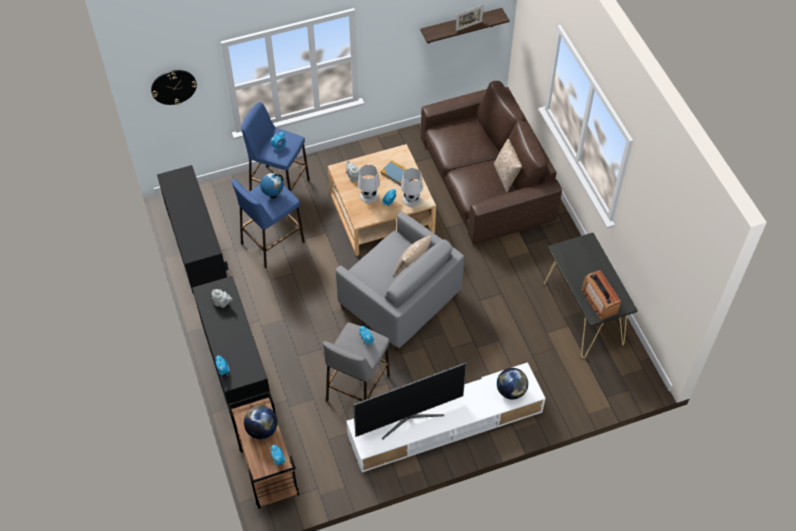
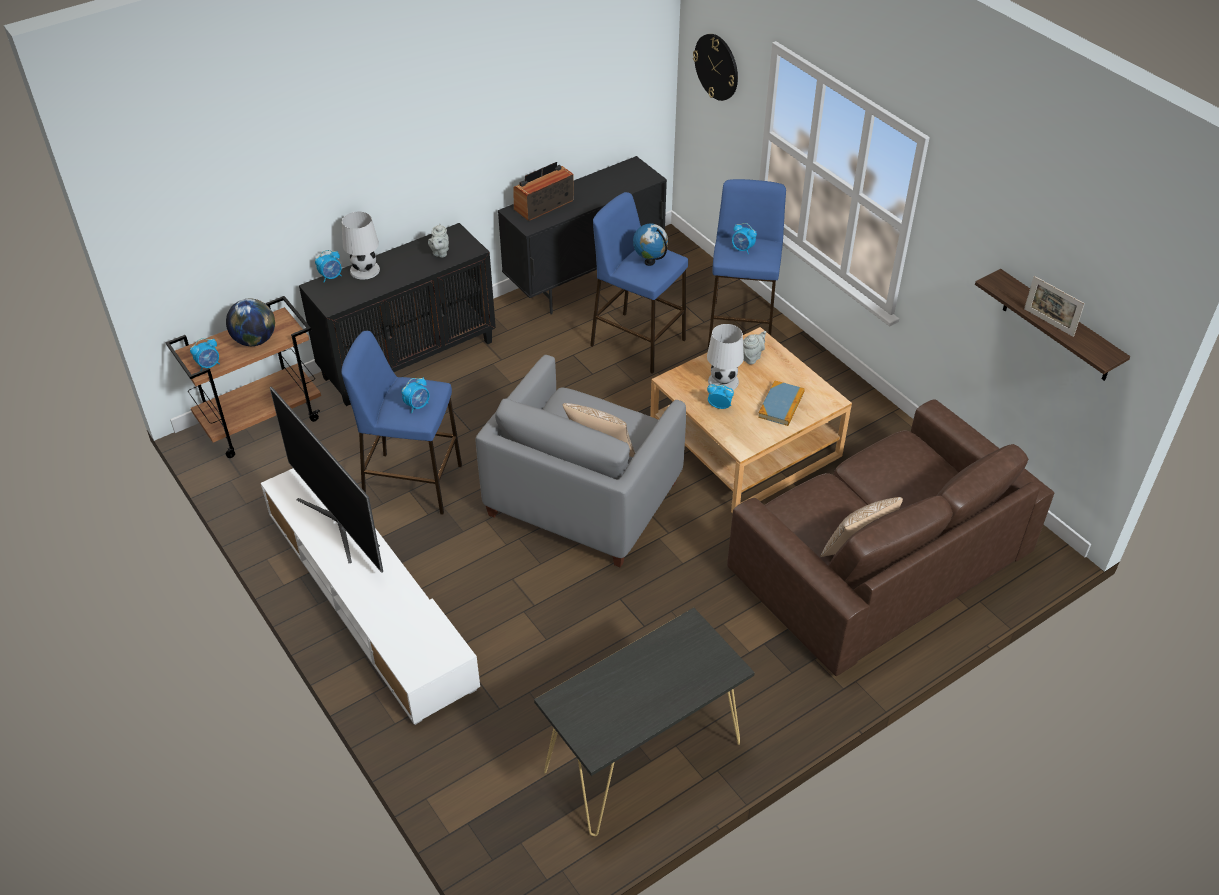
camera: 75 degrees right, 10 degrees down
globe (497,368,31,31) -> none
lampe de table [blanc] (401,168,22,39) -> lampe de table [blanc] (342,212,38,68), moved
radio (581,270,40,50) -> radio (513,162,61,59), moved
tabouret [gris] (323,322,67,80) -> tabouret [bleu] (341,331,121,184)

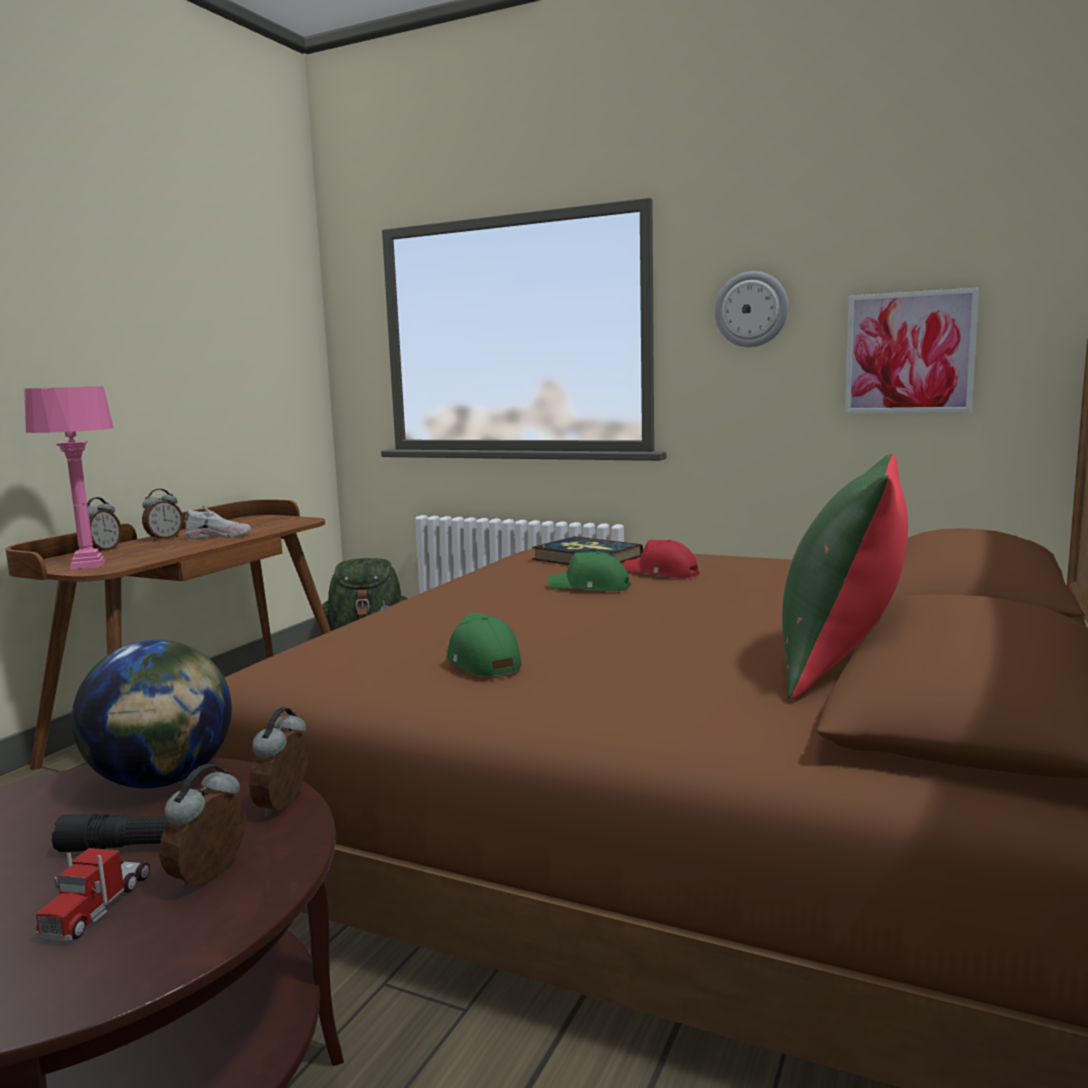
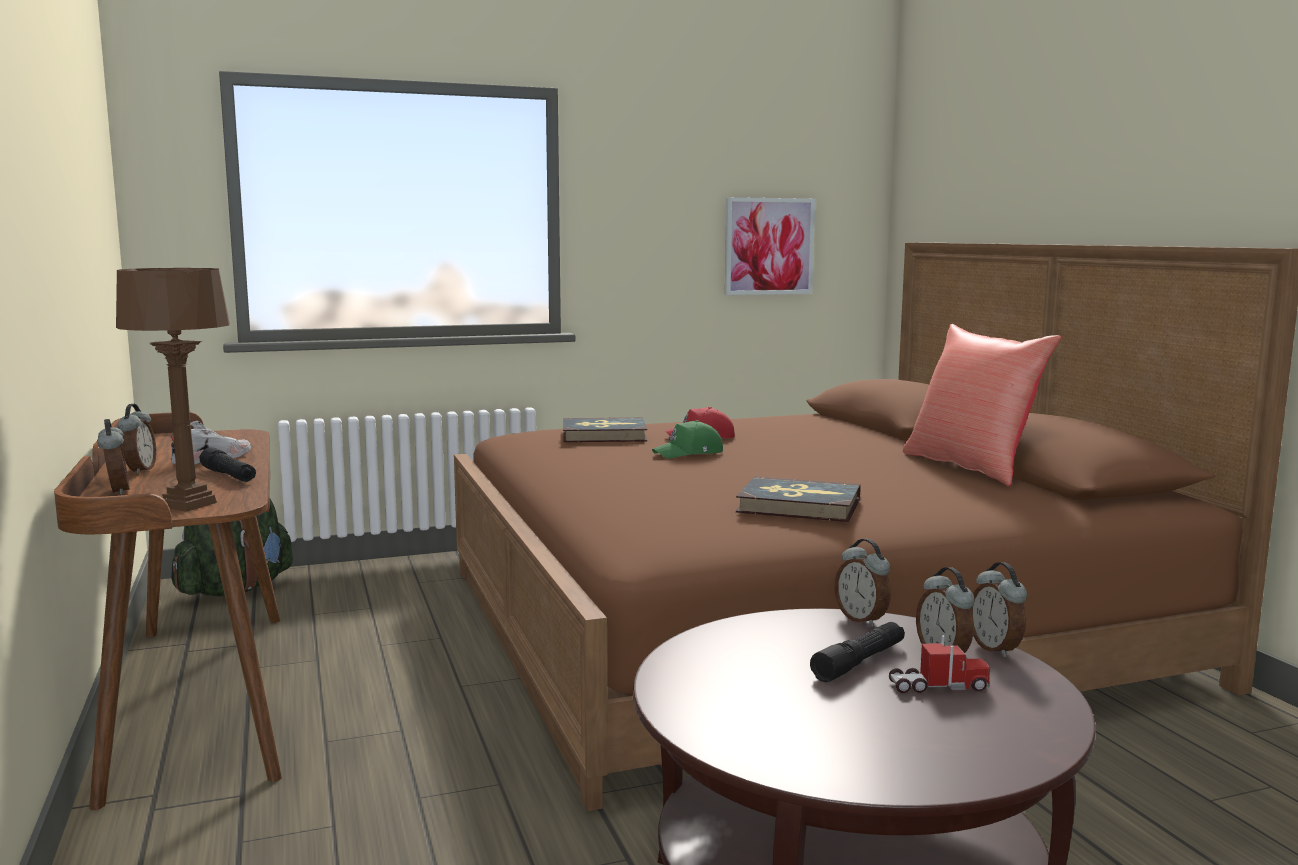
camera: 45 degrees left, 0 degrees up
globe (72,640,160,148) -> none
horloge murale (715,271,73,76) -> none
none -> lampe de poche [noir] (200,447,56,35)
none -> réveil (971,562,56,96)
casquette [vert] (447,613,75,63) -> livre (736,476,125,46)
lampe de table [rose] (24,386,90,184) -> lampe de table [marron] (116,268,114,244)
coussin [vert] (782,453,126,247) -> coussin [rouge] (903,324,158,162)
camion jouet (36,848,114,94) -> camion jouet (889,635,101,58), 60 degrees counterclockwise

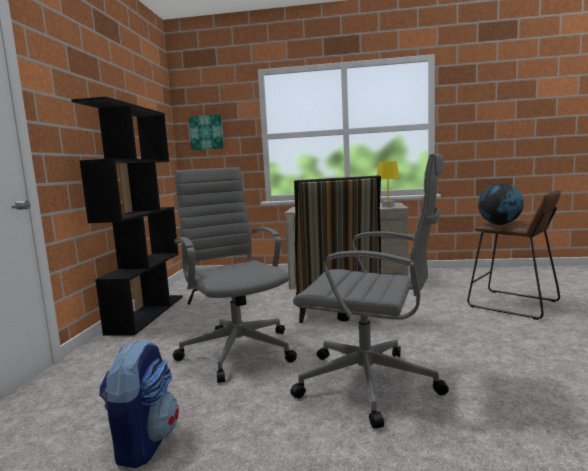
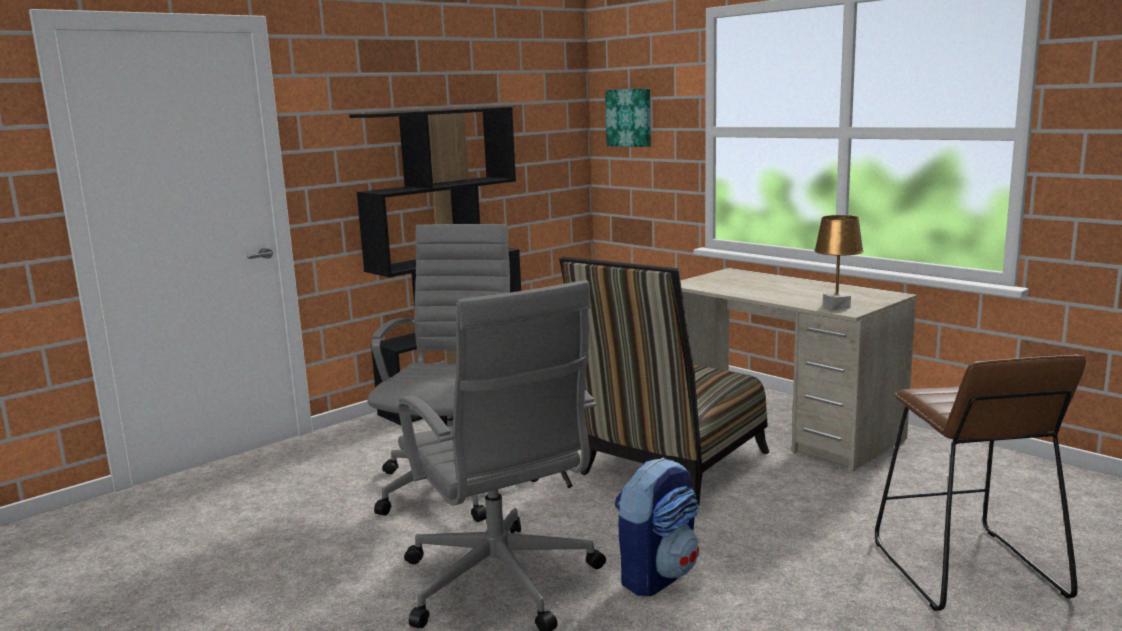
camera: 40 degrees right, 5 degrees up
globe (478,183,46,42) -> none
sac à dos (99,340,80,128) -> sac à dos (615,458,84,138), moved
lampe de table [jaune] (377,161,23,47) -> lampe de table [marron] (814,215,49,95)

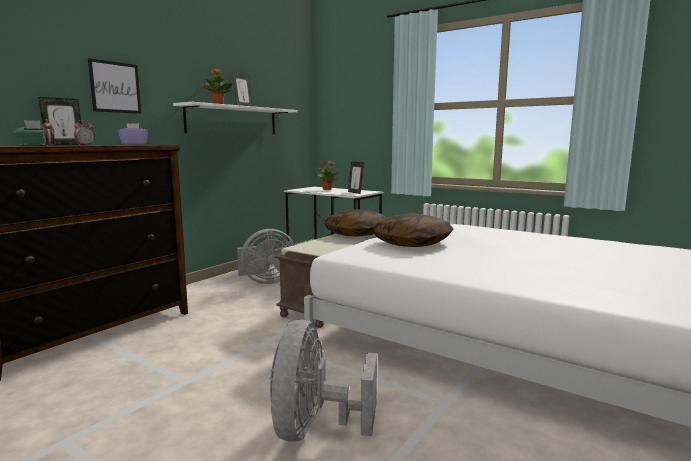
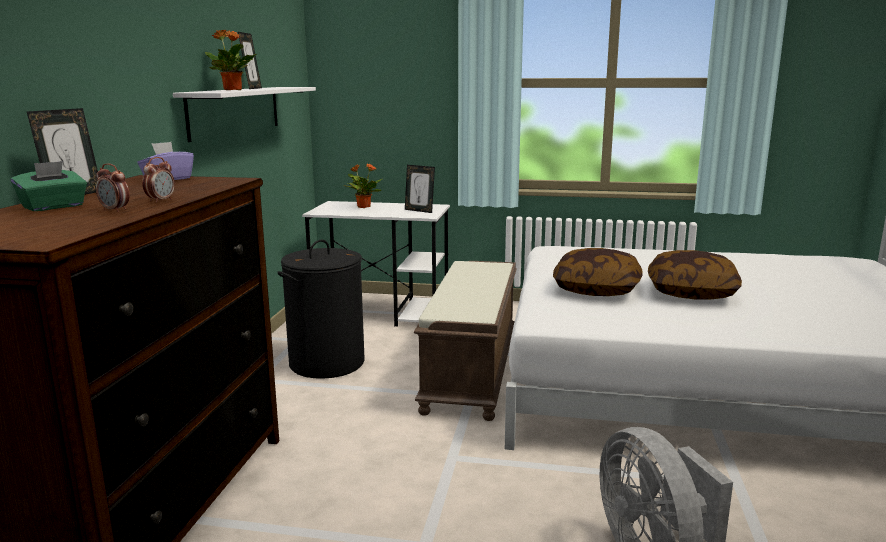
camera: 25 degrees left, 5 degrees up
tableau (88,58,53,56) -> none
coussin (324,209,63,28) -> coussin (648,250,94,49), moved
ventilateur [gris] (237,229,58,55) -> panier à linge [noir] (277,240,88,139)

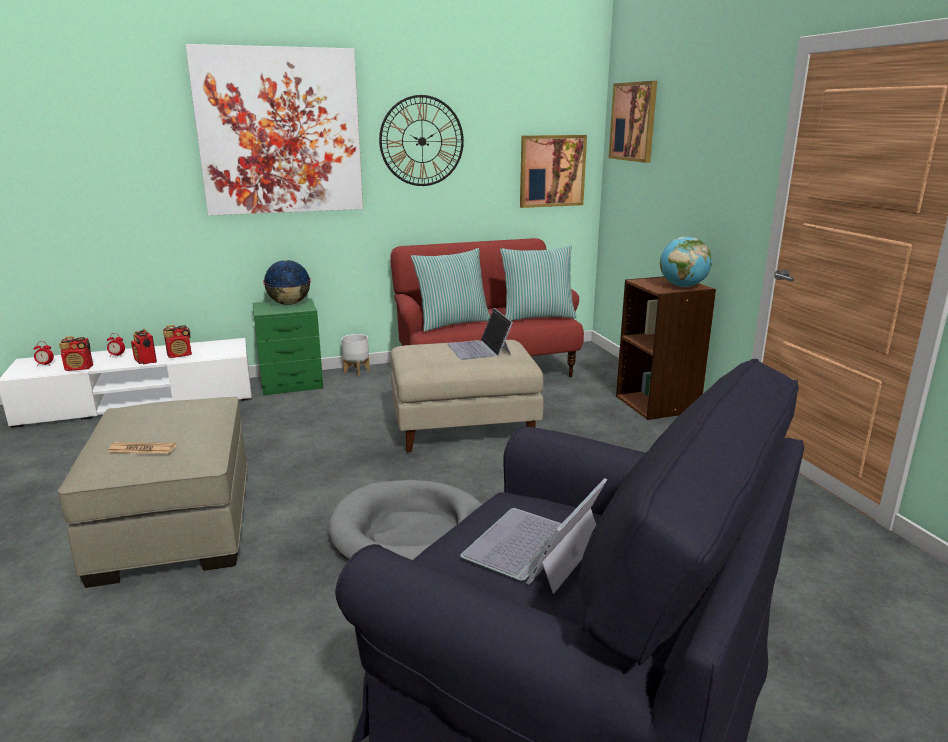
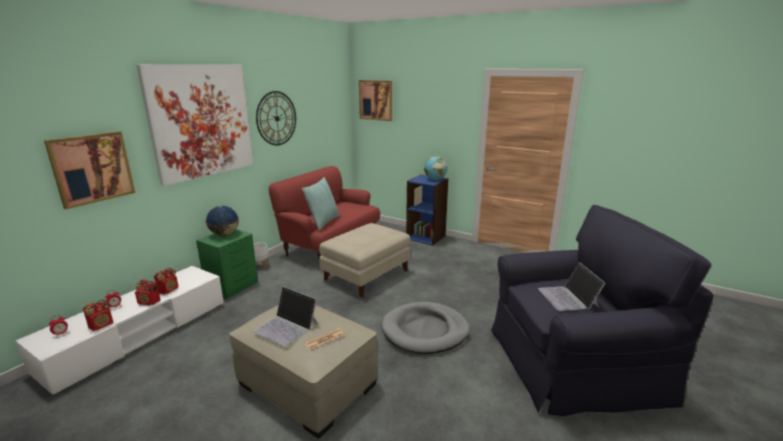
camera: 40 degrees left, 0 degrees up
coussin (500,245,77,76) -> none
ordinateur portable (447,308,66,52) -> ordinateur portable (253,286,64,61), moved
tableau (520,135,67,73) -> tableau (44,131,91,78), moved
bibliothèque [marron] (616,276,100,144) -> bibliothèque [bleu] (406,175,42,71)

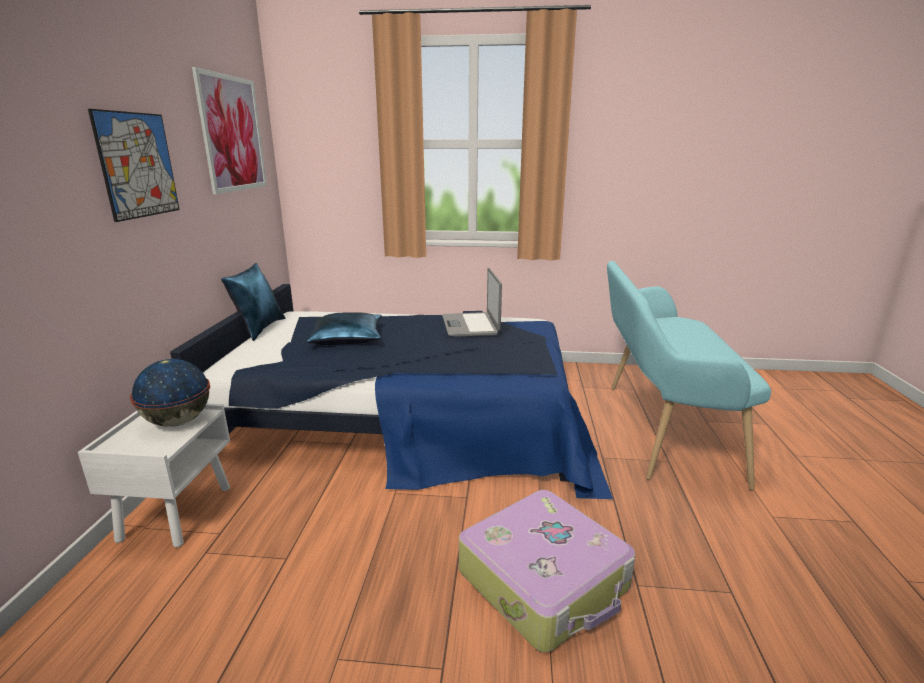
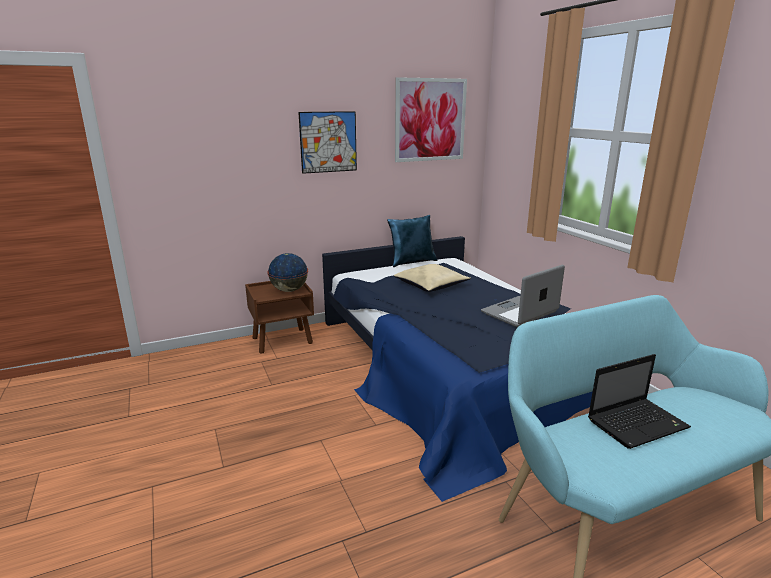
camera: 60 degrees right, 0 degrees up
valise (459,490,176,163) -> none
none -> ordinateur portable (588,354,103,95)
table de chevet [blanc] (78,404,152,143) -> table de chevet [marron] (245,281,69,73)
coussin [bleu] (307,312,75,33) -> coussin [beige] (394,264,77,28)

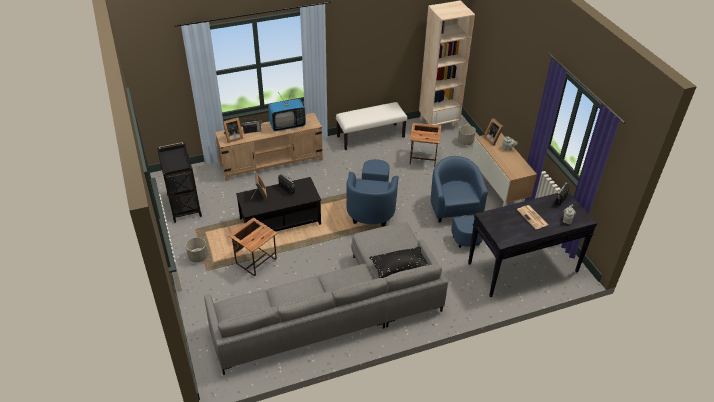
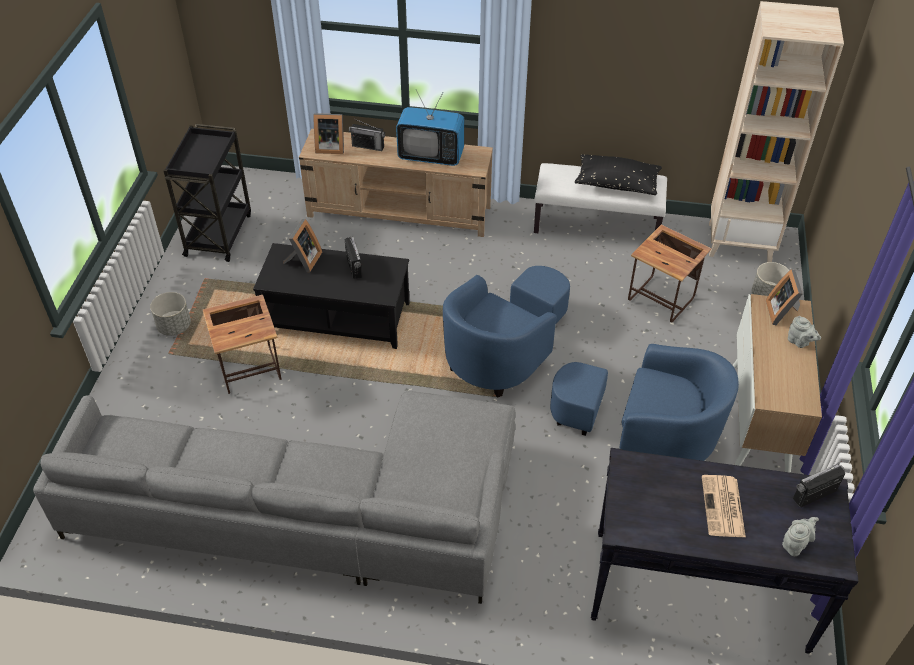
camera: 30 degrees right, 5 degrees up
coussin [noir] (370,247,58,31) -> coussin [noir] (575,154,87,41), moved
fauteuil [bleu] (431,156,57,92) -> fauteuil [bleu] (550,344,189,117), 90 degrees clockwise

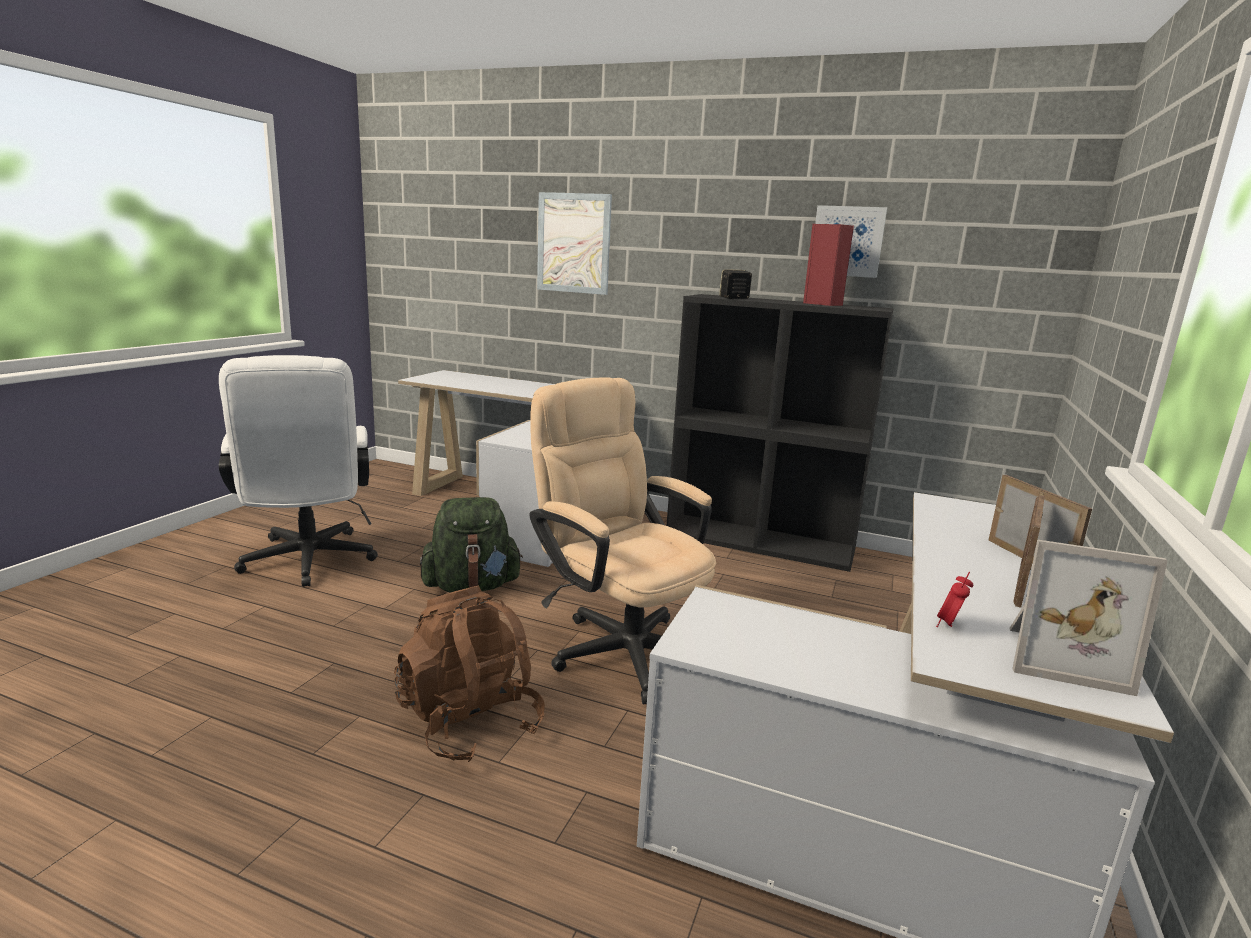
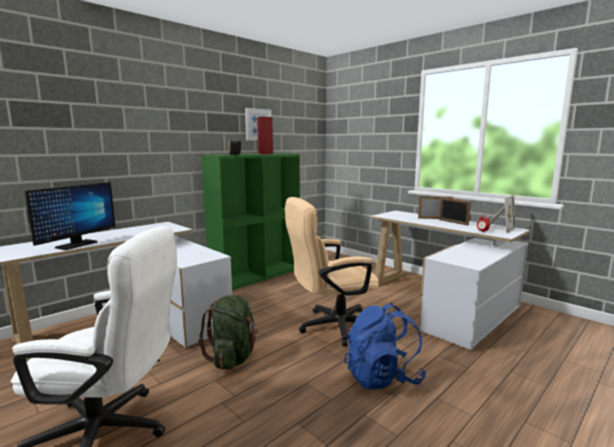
camera: 65 degrees left, 5 degrees down
tableau (537,192,75,103) -> none
none -> écran d'ordinateur (25,182,90,68)
sac à dos [marron] (394,585,151,177) -> sac à dos [bleu] (344,303,82,87)
bibliothèque [noir] (667,294,227,278) -> bibliothèque [vert] (201,153,99,137)

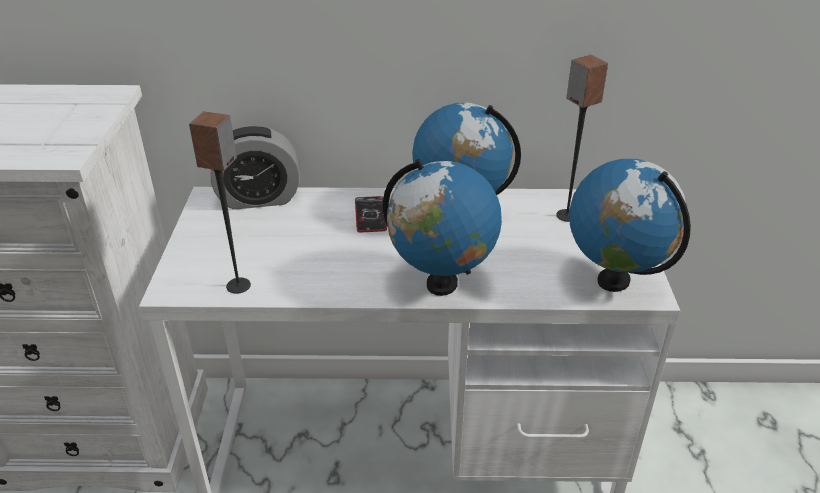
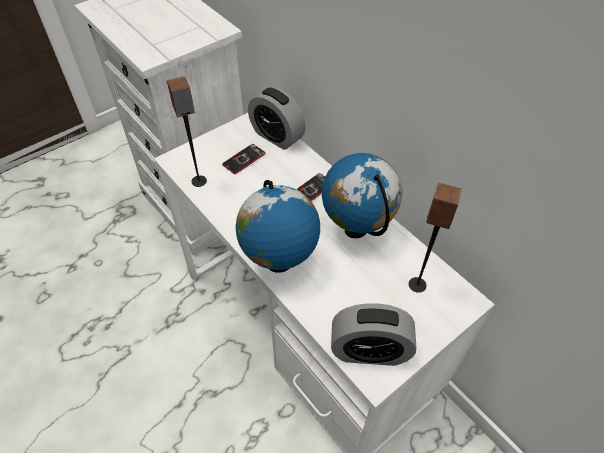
camera: 50 degrees right, 15 degrees up
none -> téléphone (222,144,43,30)
globe (569,159,122,133) -> réveil (331,303,85,63)

